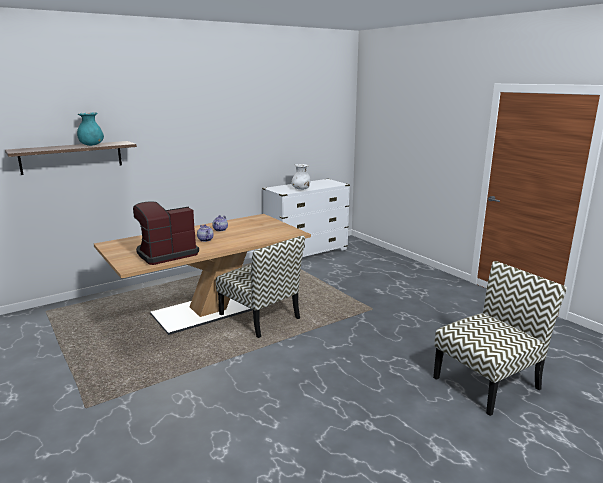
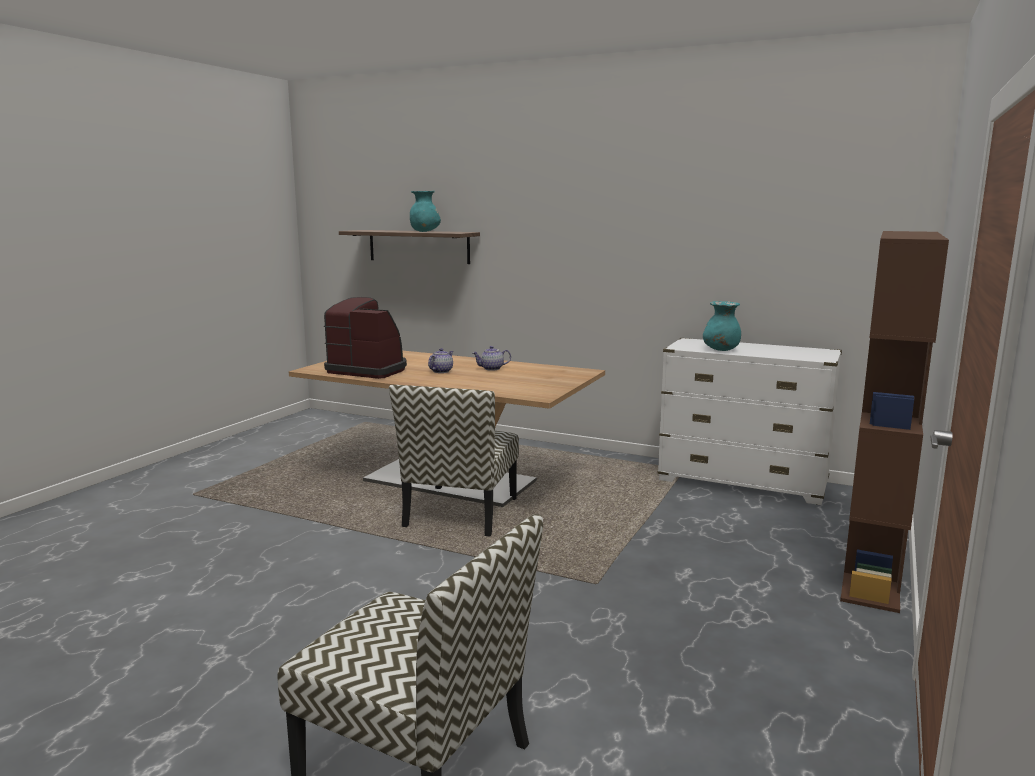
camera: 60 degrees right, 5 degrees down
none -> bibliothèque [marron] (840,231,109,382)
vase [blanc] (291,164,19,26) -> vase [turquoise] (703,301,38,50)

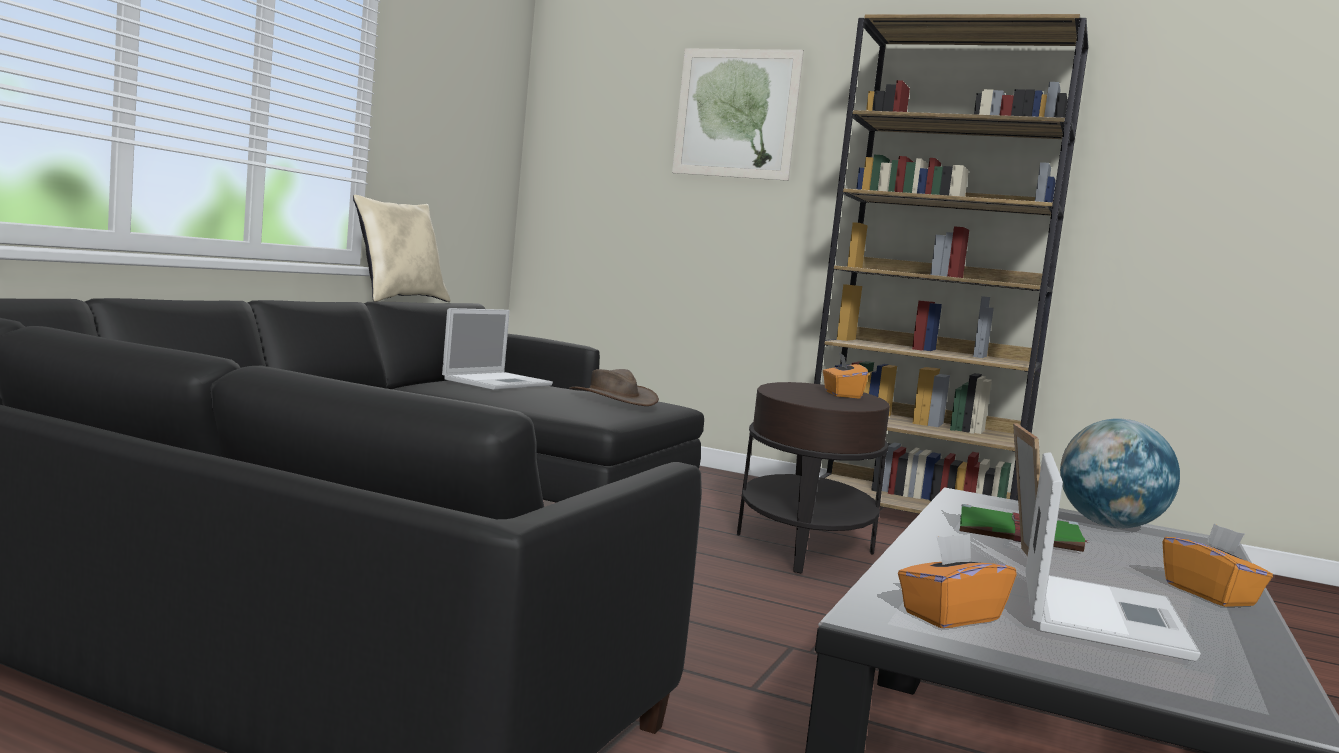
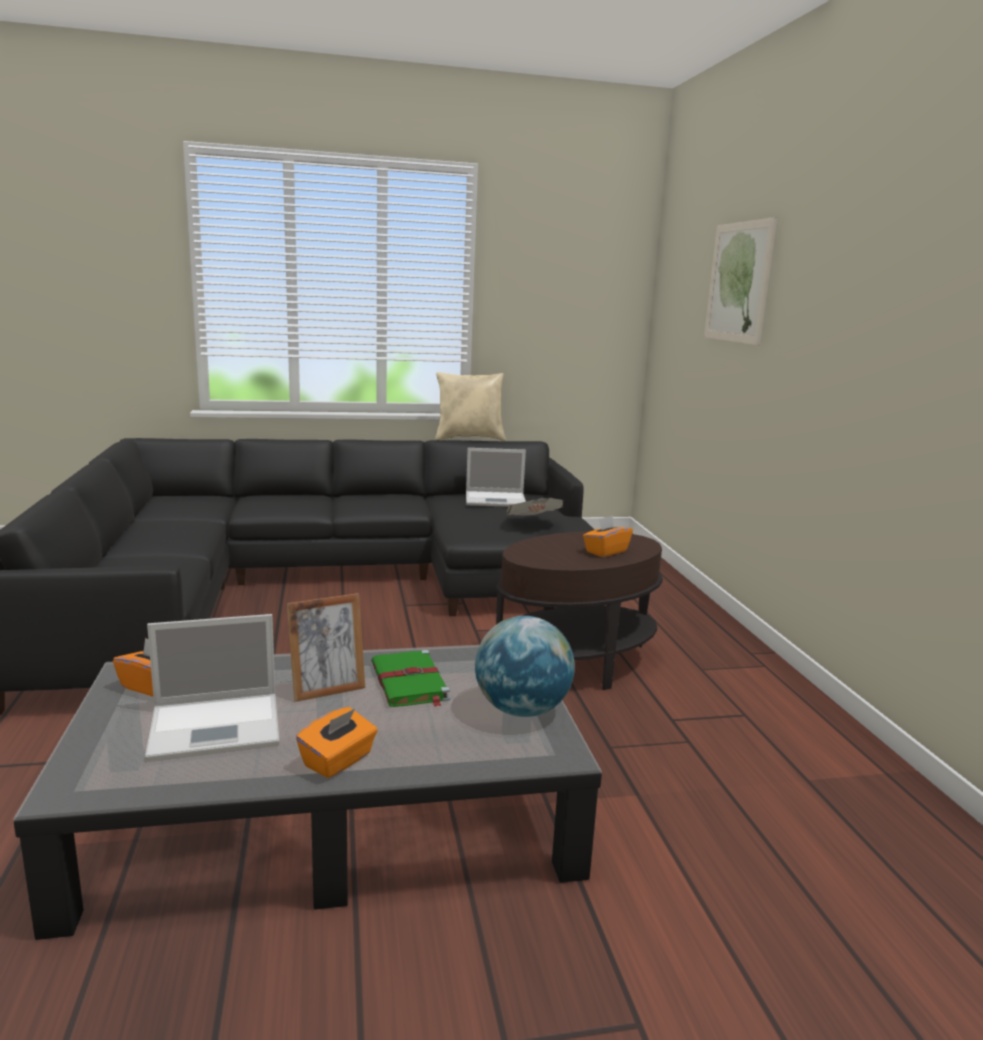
camera: 55 degrees right, 10 degrees up
bibliothèque [marron] (814,14,274,500) -> none
chapeau [marron] (569,369,90,37) -> journal (507,498,56,17)

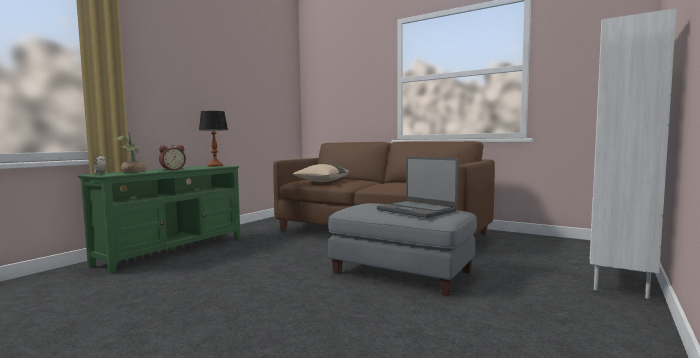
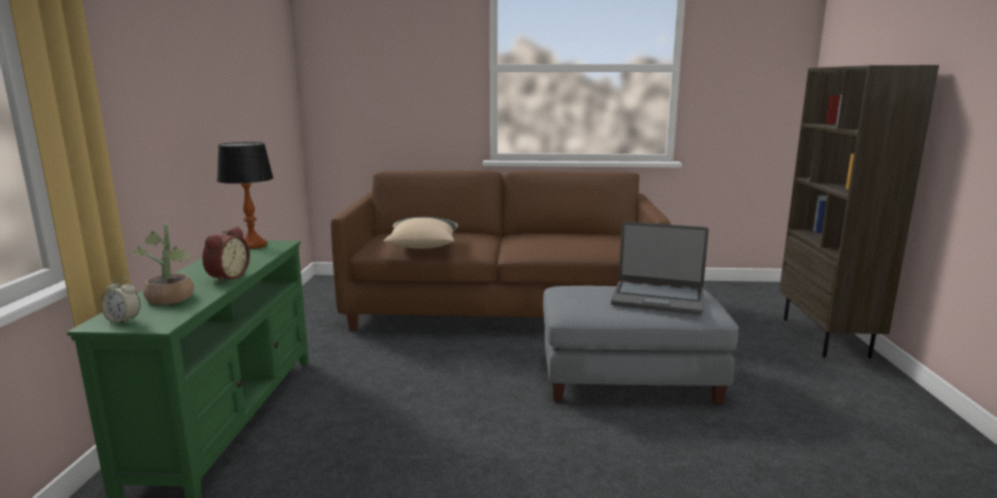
camera: 30 degrees left, 10 degrees up
bibliothèque [blanc] (590,8,87,291) -> bibliothèque [marron] (779,65,160,293)

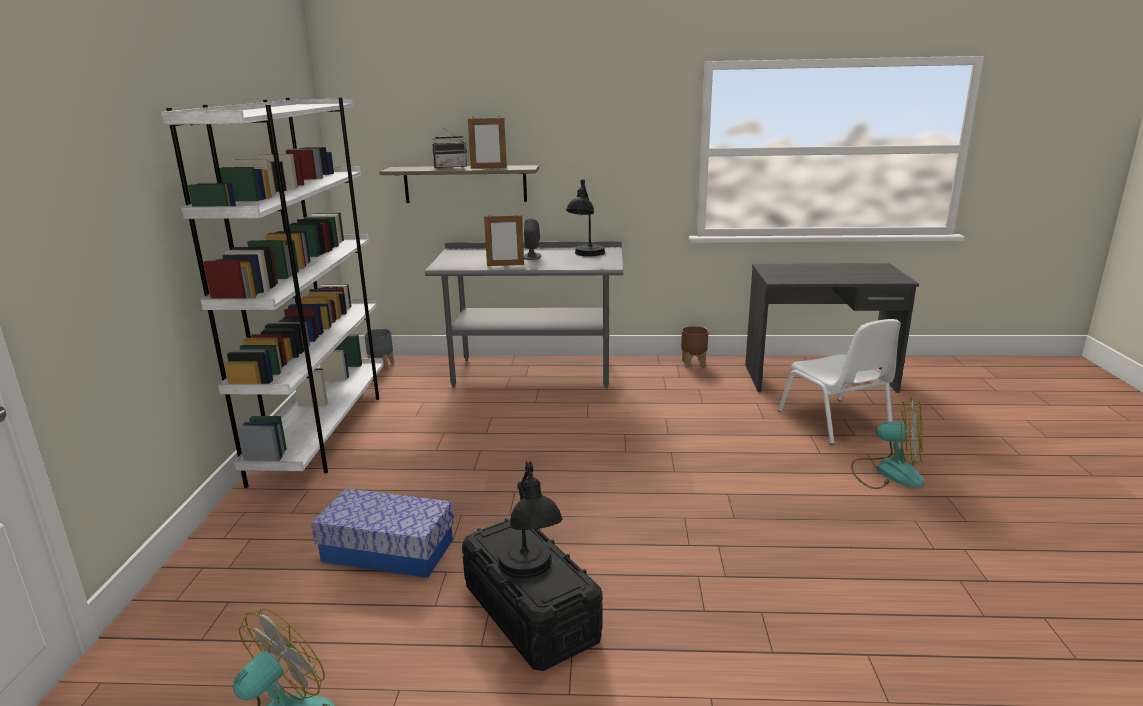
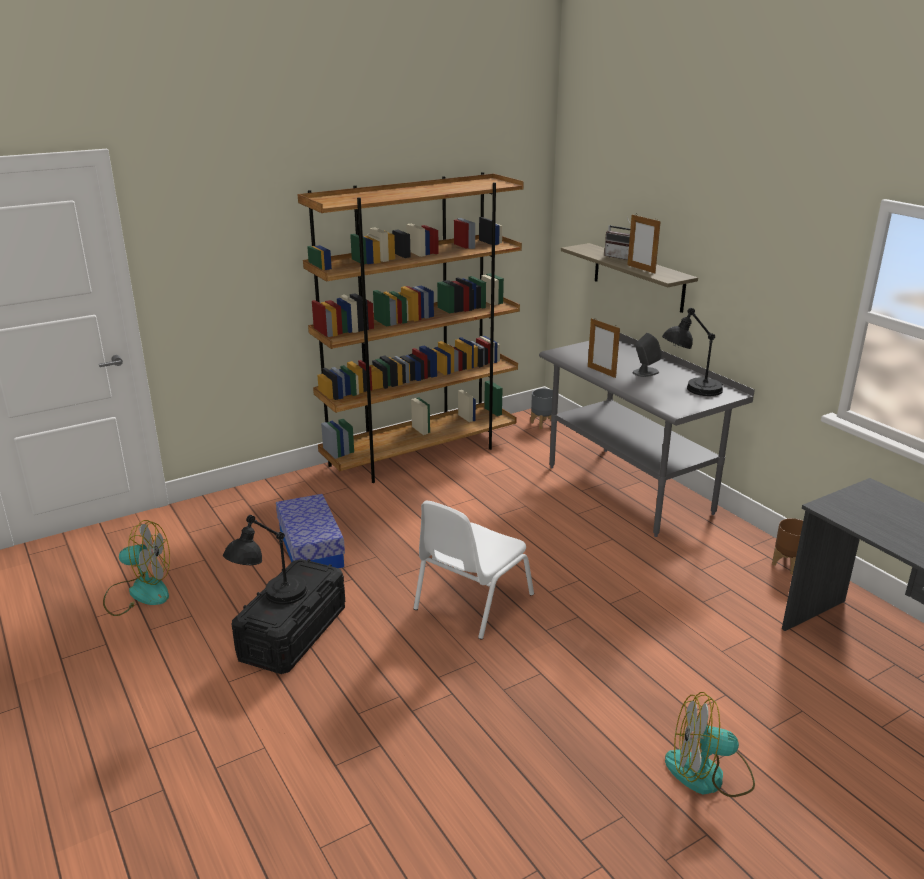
camera: 55 degrees right, 5 degrees up
chaise [blanc] (778,319,123,125) -> chaise [blanc] (413,501,121,139), moved
bibliothèque [blanc] (161,98,223,390) -> bibliothèque [marron] (297,172,227,311)
ventilateur (851,397,73,92) -> ventilateur (665,692,90,105), 105 degrees clockwise

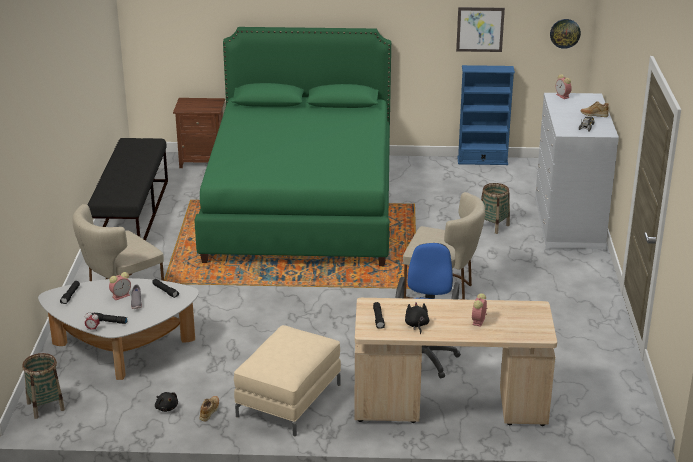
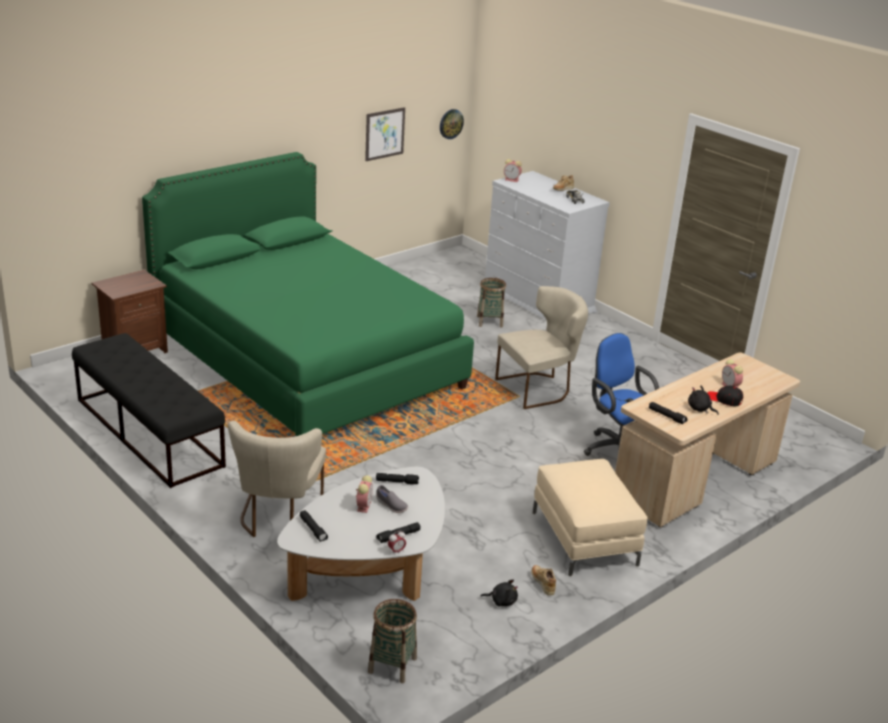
camera: 45 degrees left, 0 degrees up
bibliothèque [bleu] (457,65,58,100) -> none
none -> casquette [noir] (708,386,35,20)

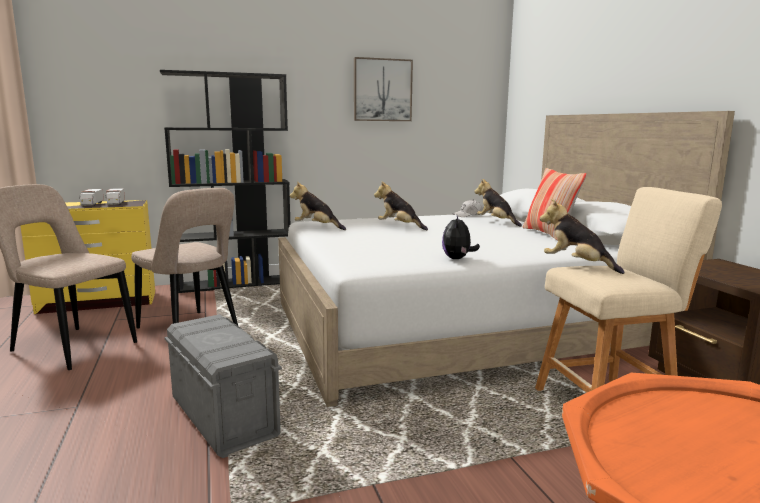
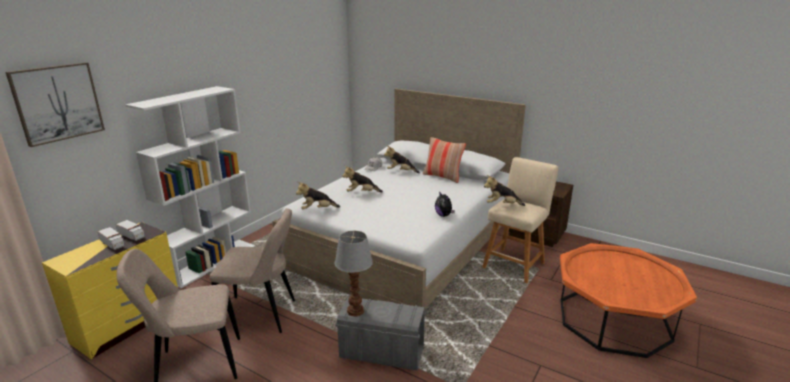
camera: 40 degrees left, 10 degrees up
none -> lampe de table (335,231,38,86)
tableau (354,57,59,64) -> tableau (6,62,99,85), moved
bibliothèque [noir] (160,70,130,223) -> bibliothèque [blanc] (125,86,130,202)

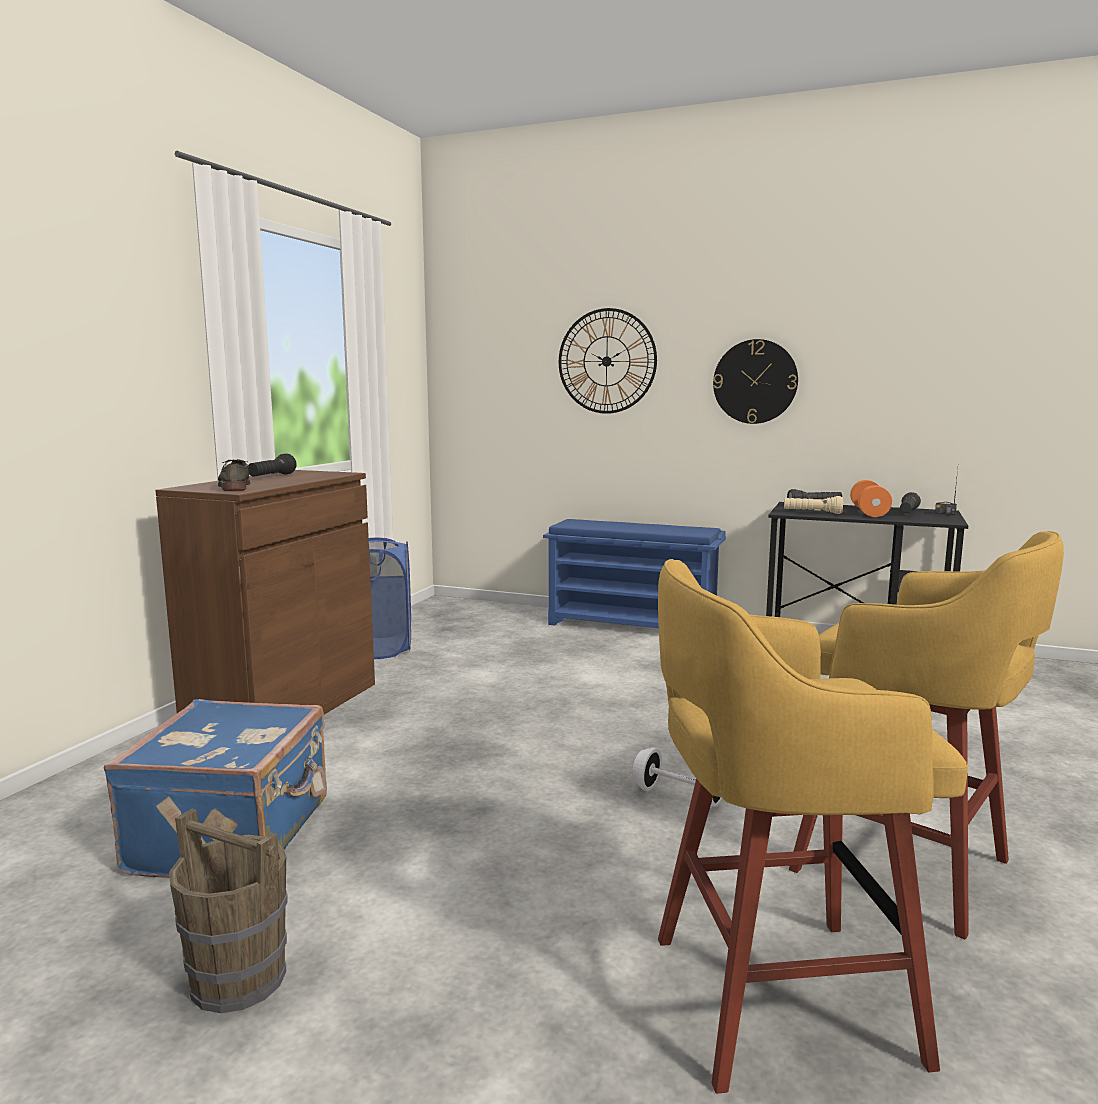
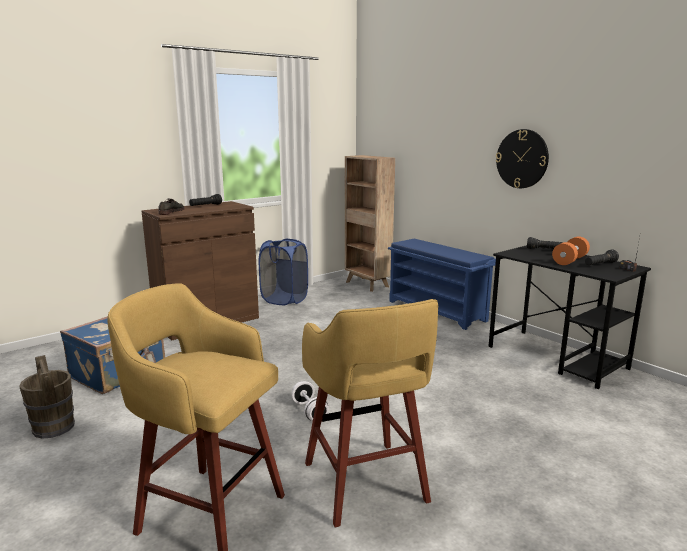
camera: 30 degrees right, 5 degrees up
horloge murale (559,308,98,106) -> none
lampe de poche [beige] (784,496,59,18) -> none
none -> bibliothèque [marron] (345,155,50,137)

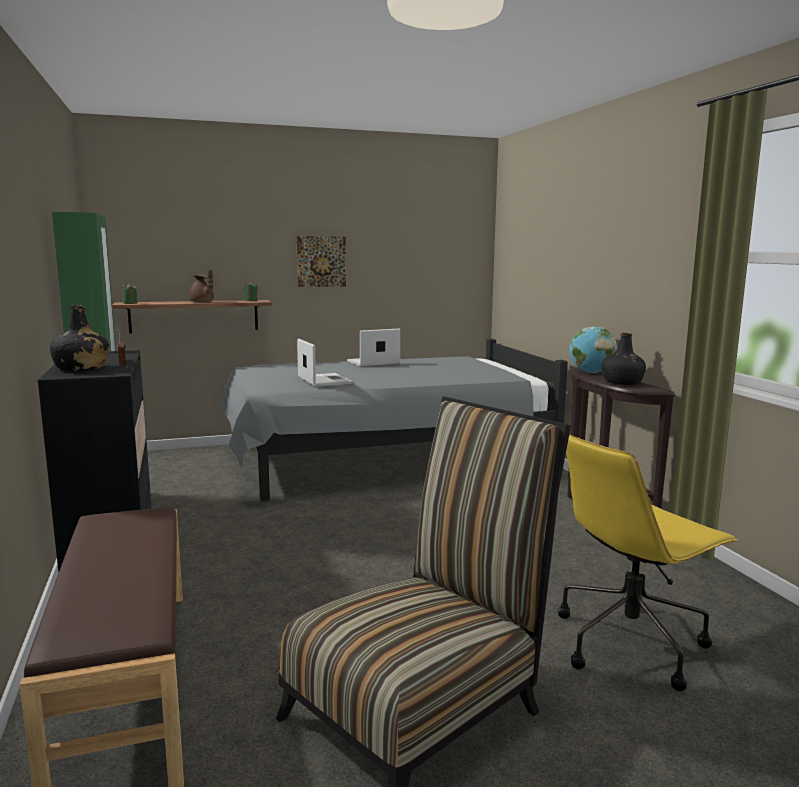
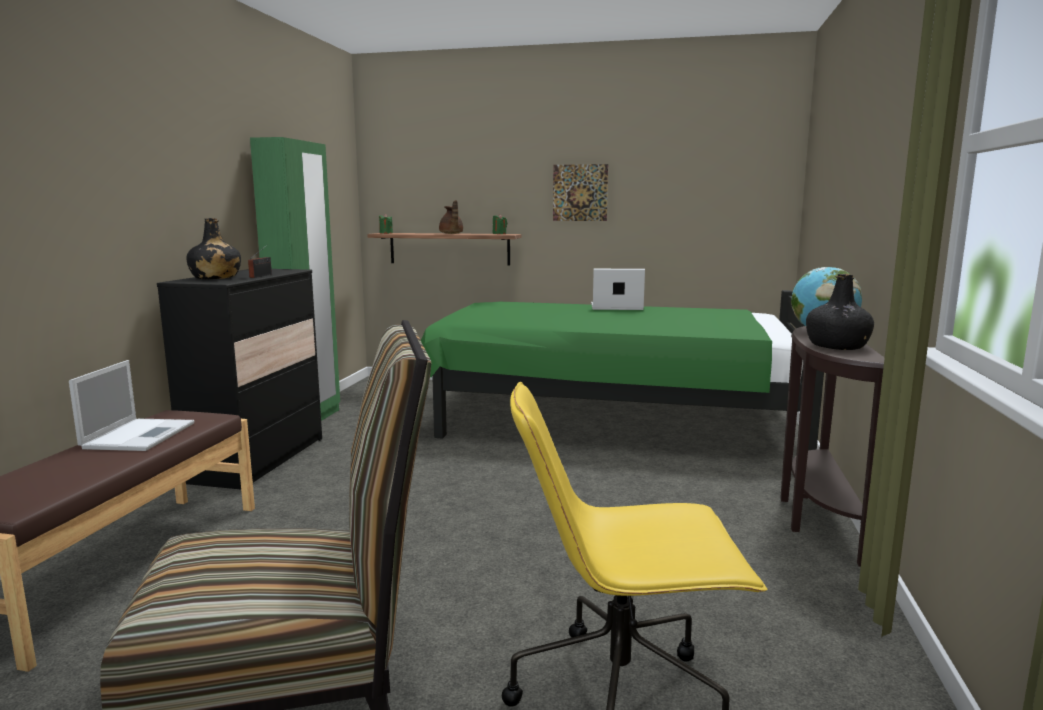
camera: 30 degrees right, 0 degrees up
ordinateur portable (297,339,56,48) -> ordinateur portable (69,360,125,91), moved
lit [gris] (219,339,349,162) -> lit [vert] (421,290,403,161)

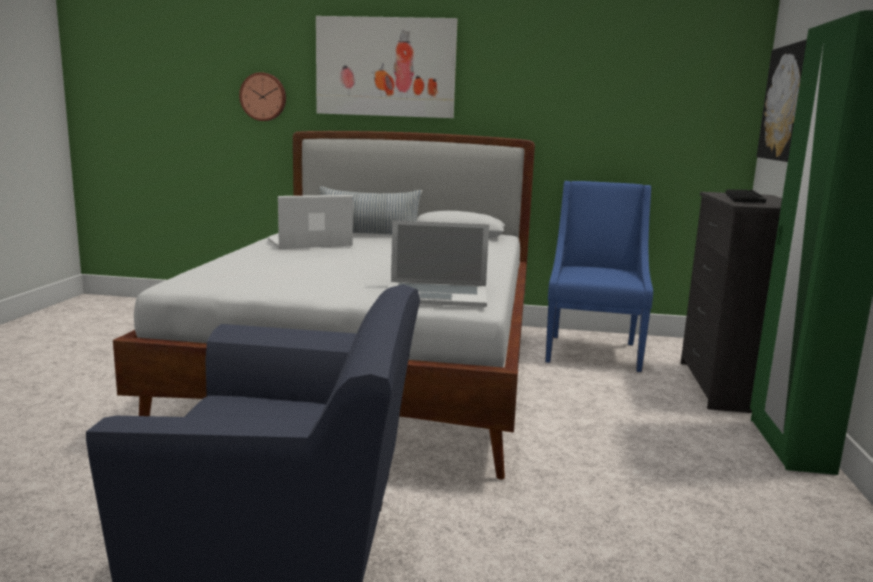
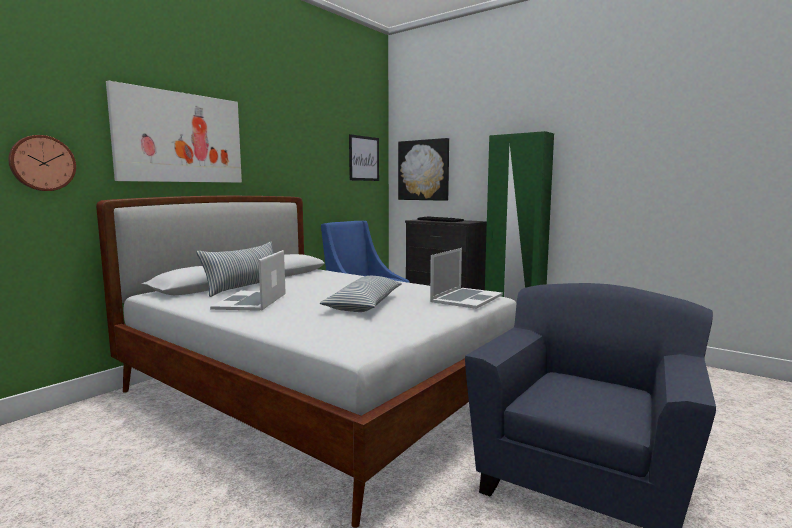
camera: 60 degrees left, 5 degrees down
none -> coussin (320,276,82,36)
none -> tableau (349,134,30,47)

